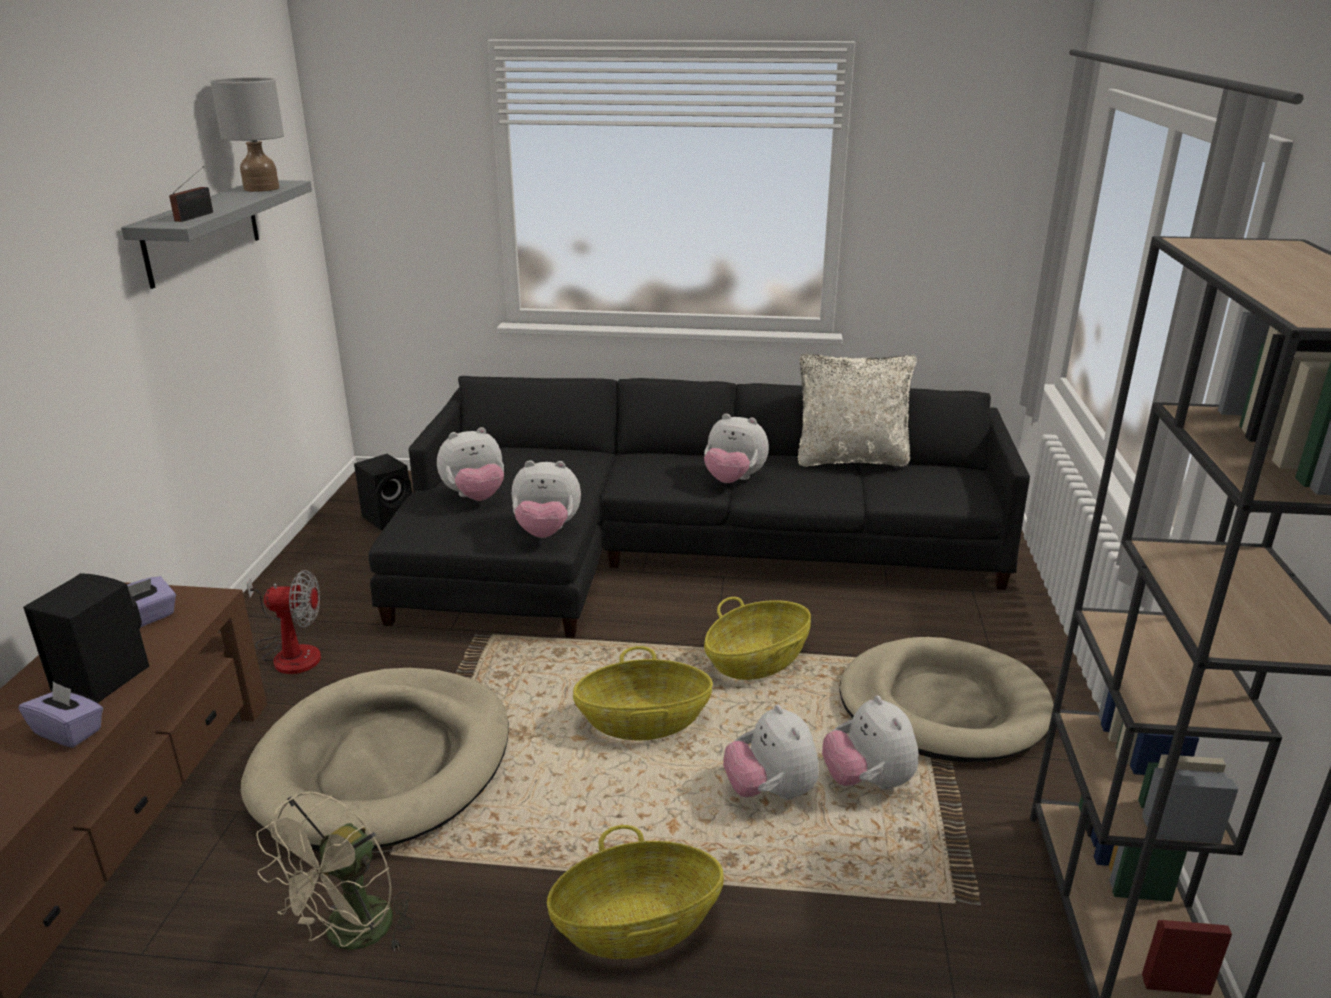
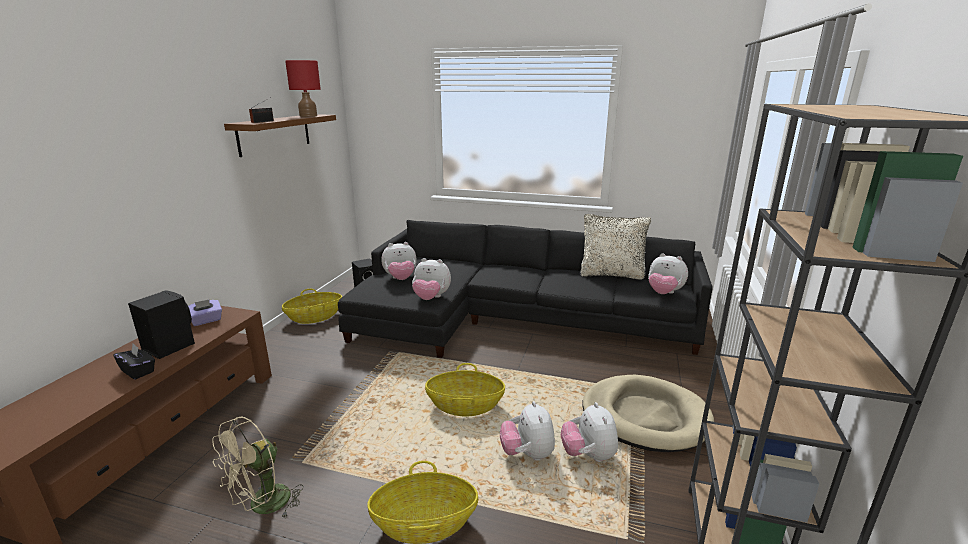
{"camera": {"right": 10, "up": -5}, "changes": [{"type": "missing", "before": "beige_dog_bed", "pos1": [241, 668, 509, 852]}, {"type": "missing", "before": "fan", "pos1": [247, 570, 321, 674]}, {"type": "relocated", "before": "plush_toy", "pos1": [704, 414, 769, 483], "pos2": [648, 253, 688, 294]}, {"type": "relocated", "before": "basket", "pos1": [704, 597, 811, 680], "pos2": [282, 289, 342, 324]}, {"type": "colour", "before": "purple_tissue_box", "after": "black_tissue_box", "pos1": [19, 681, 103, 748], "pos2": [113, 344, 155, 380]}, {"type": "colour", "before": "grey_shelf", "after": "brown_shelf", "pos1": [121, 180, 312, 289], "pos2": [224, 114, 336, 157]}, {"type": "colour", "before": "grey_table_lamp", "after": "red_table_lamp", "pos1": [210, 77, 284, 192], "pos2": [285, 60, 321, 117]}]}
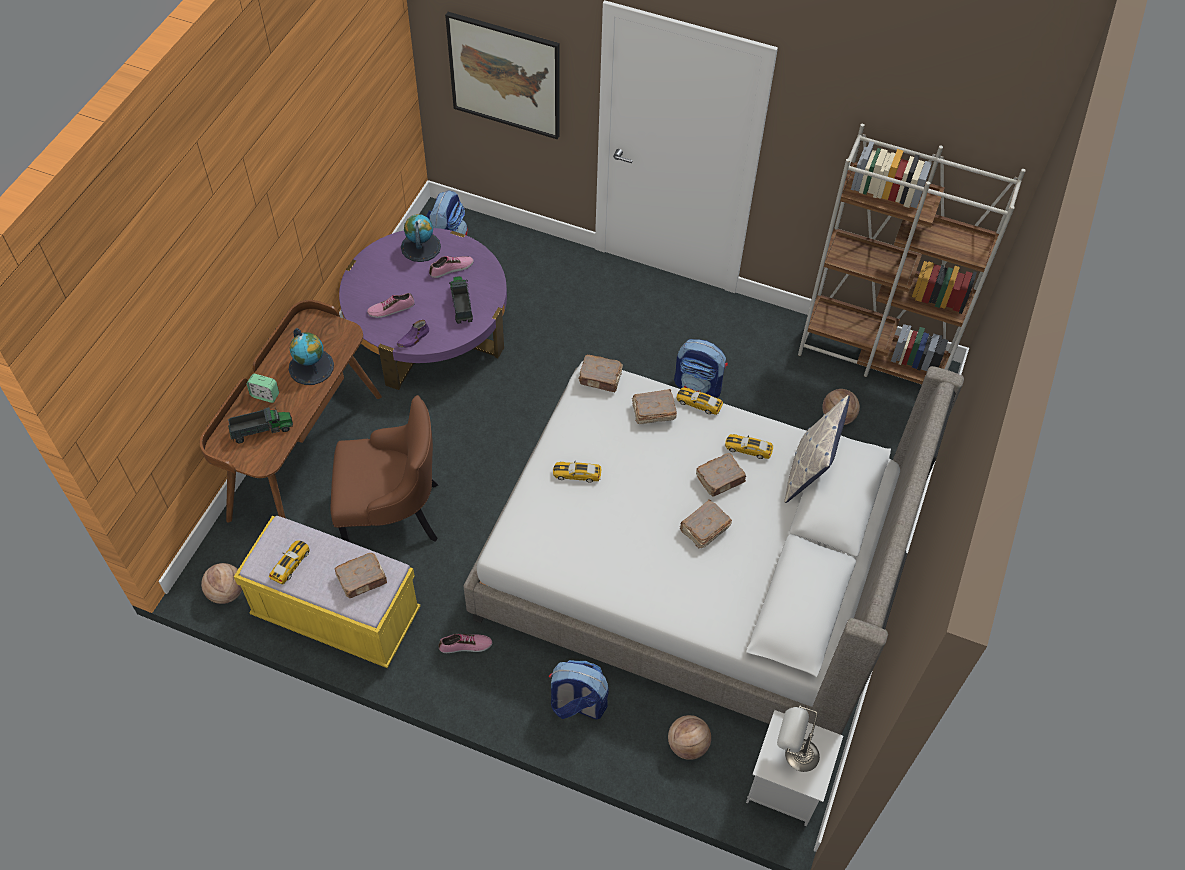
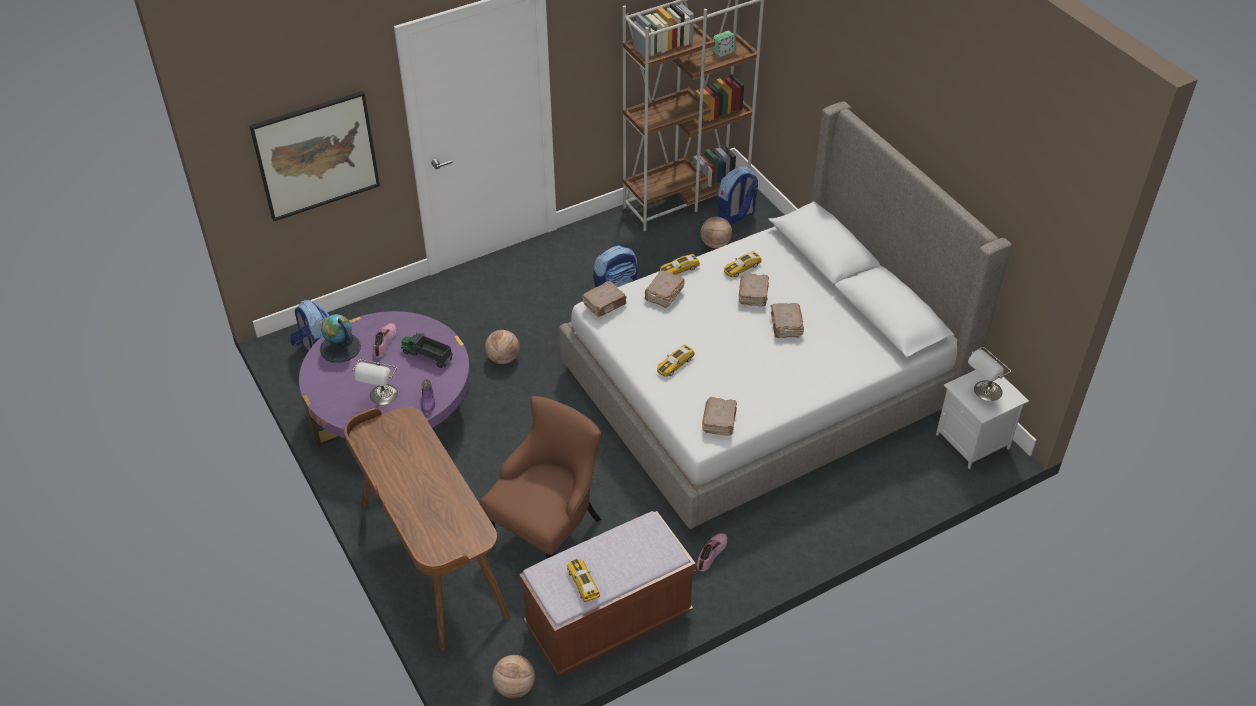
{"camera": {"right": -50, "up": -10}, "changes": [{"type": "missing", "before": "toy_truck", "pos1": [228, 407, 293, 443]}, {"type": "missing", "before": "globe", "pos1": [289, 328, 334, 385]}, {"type": "missing", "before": "pillow", "pos1": [784, 395, 850, 503]}, {"type": "relocated", "before": "alarm_clock", "pos1": [247, 374, 279, 403], "pos2": [712, 31, 736, 57]}, {"type": "relocated", "before": "brown_book", "pos1": [335, 553, 387, 598], "pos2": [702, 397, 737, 436]}, {"type": "relocated", "before": "backpack", "pos1": [549, 660, 609, 719], "pos2": [717, 166, 758, 225]}, {"type": "relocated", "before": "basketball", "pos1": [668, 715, 711, 760], "pos2": [485, 330, 520, 364]}, {"type": "exchanged", "before": "shoe", "after": "white_table_lamp", "pos1": [367, 293, 415, 318], "pos2": [353, 359, 398, 405]}, {"type": "colour", "before": "yellow_bench", "after": "brown_bench", "pos1": [234, 516, 421, 668], "pos2": [519, 511, 696, 676]}]}
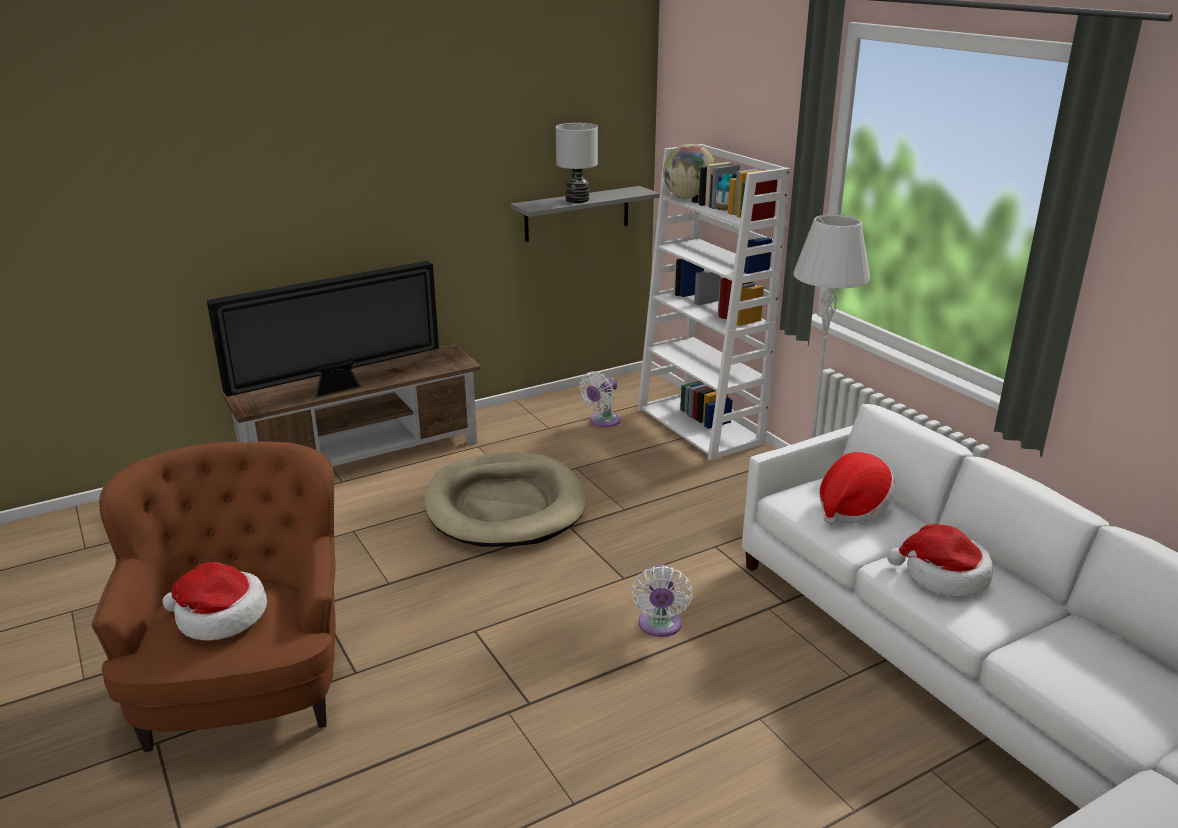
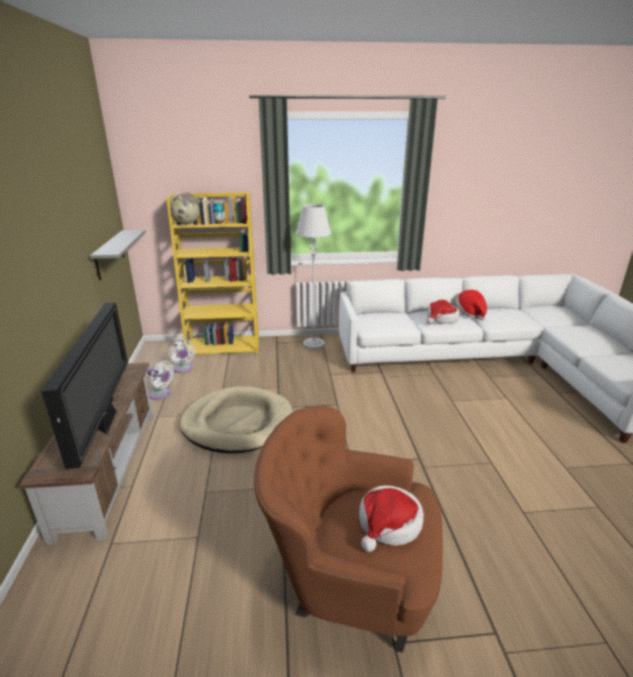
{"camera": {"right": -65, "up": 0}, "changes": [{"type": "missing", "before": "grey_table_lamp", "pos1": [556, 123, 598, 203]}, {"type": "relocated", "before": "white_fan", "pos1": [631, 565, 693, 637], "pos2": [147, 361, 174, 399]}, {"type": "relocated", "before": "hat", "pos1": [819, 452, 895, 524], "pos2": [455, 290, 487, 320]}, {"type": "colour", "before": "white_bookcase", "after": "yellow_bookcase", "pos1": [638, 144, 790, 460], "pos2": [166, 192, 259, 357]}]}
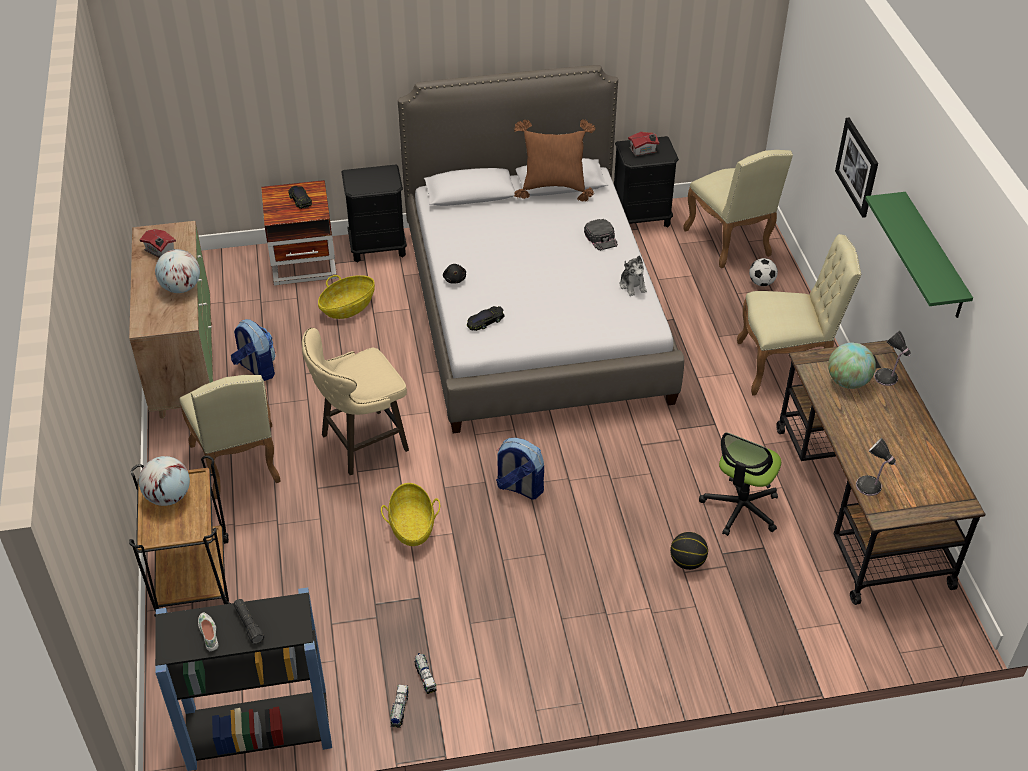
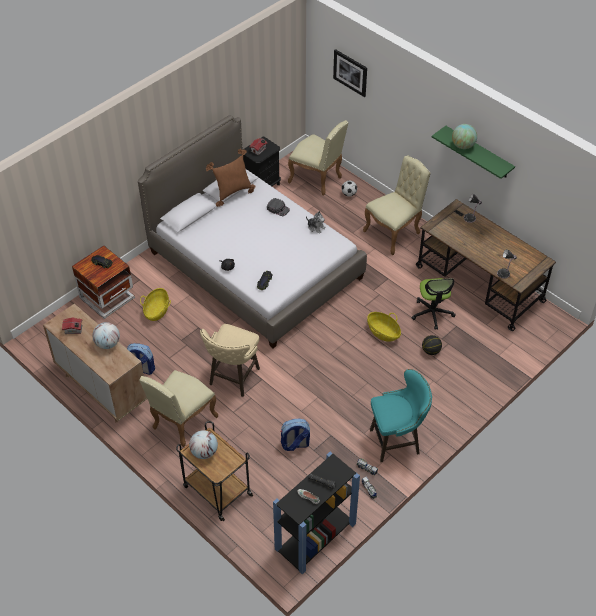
{"camera": {"right": -35, "up": 5}, "changes": [{"type": "missing", "before": "black_nightstand", "pos1": [342, 164, 407, 263]}, {"type": "appeared", "after": "turquoise_stool", "pos2": [370, 369, 432, 462]}, {"type": "relocated", "before": "basket", "pos1": [381, 483, 440, 546], "pos2": [367, 312, 401, 342]}, {"type": "relocated", "before": "backpack", "pos1": [496, 438, 544, 500], "pos2": [280, 419, 310, 451]}, {"type": "relocated", "before": "globe", "pos1": [828, 343, 876, 389], "pos2": [452, 124, 477, 149]}, {"type": "relocated", "before": "picture", "pos1": [835, 117, 878, 218], "pos2": [333, 49, 367, 97]}, {"type": "spun", "before": "beige_chair", "pos1": [179, 375, 280, 499], "pos2": [139, 370, 218, 447], "turn": 90}]}
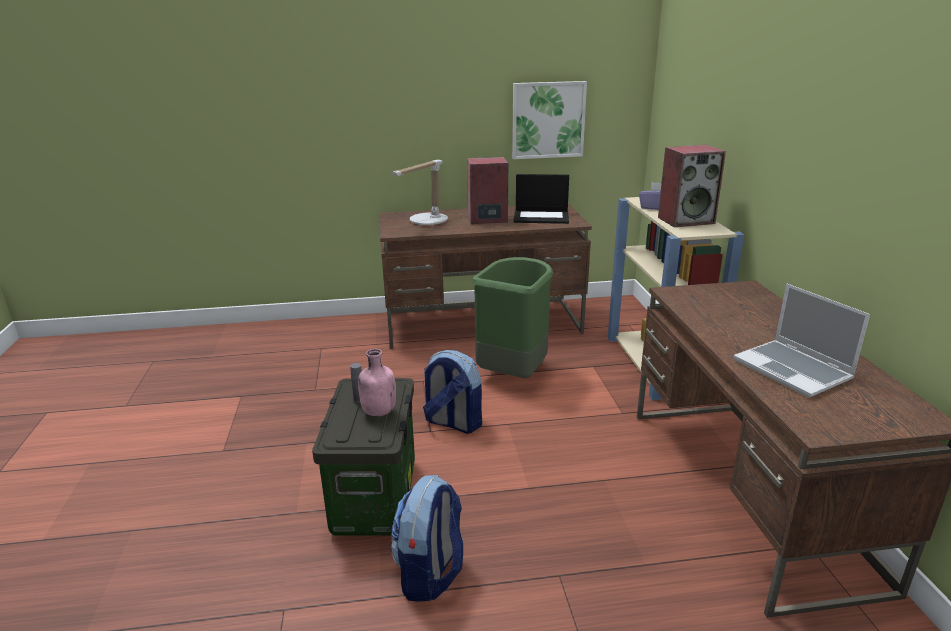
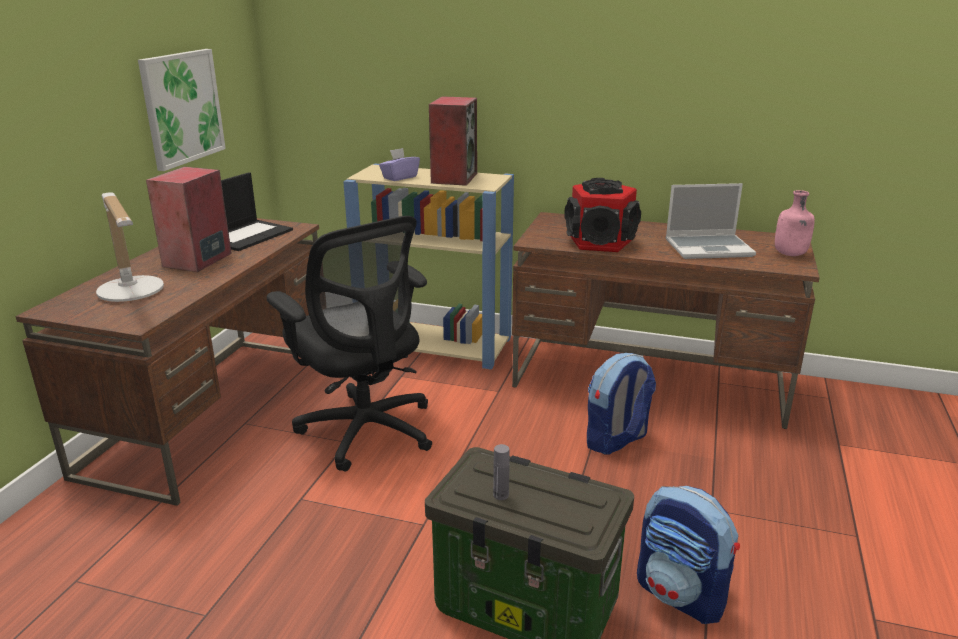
{"camera": {"right": -65, "up": 0}, "changes": [{"type": "appeared", "after": "speaker", "pos2": [564, 178, 641, 252]}, {"type": "relocated", "before": "pink_bottle", "pos1": [358, 349, 396, 416], "pos2": [775, 190, 815, 256]}, {"type": "relocated", "before": "backpack", "pos1": [423, 350, 482, 434], "pos2": [587, 353, 656, 455]}, {"type": "exchanged", "before": "green_trash_can", "after": "black_office_chair", "pos1": [472, 257, 553, 378], "pos2": [267, 216, 432, 472]}]}
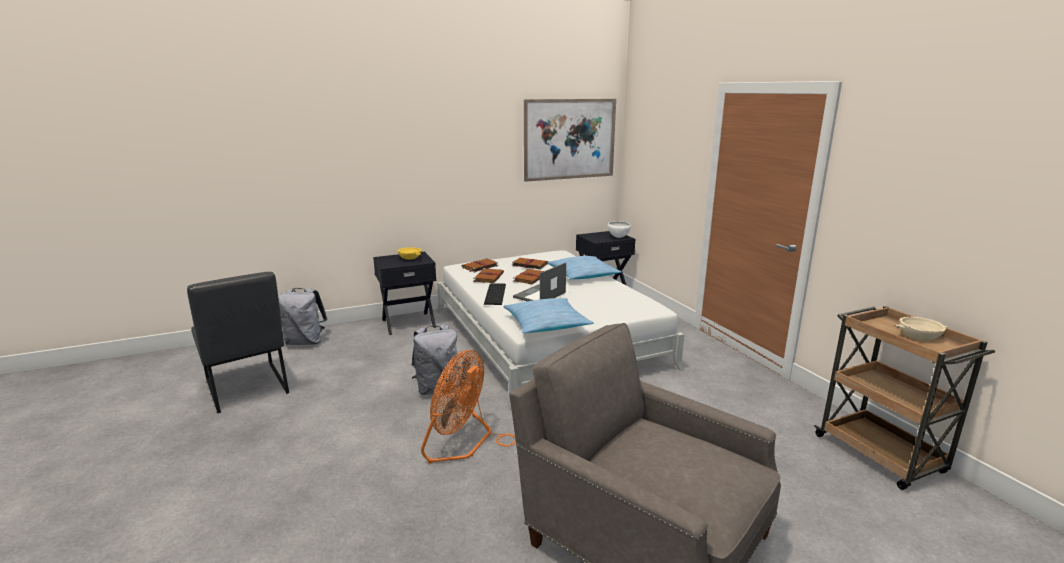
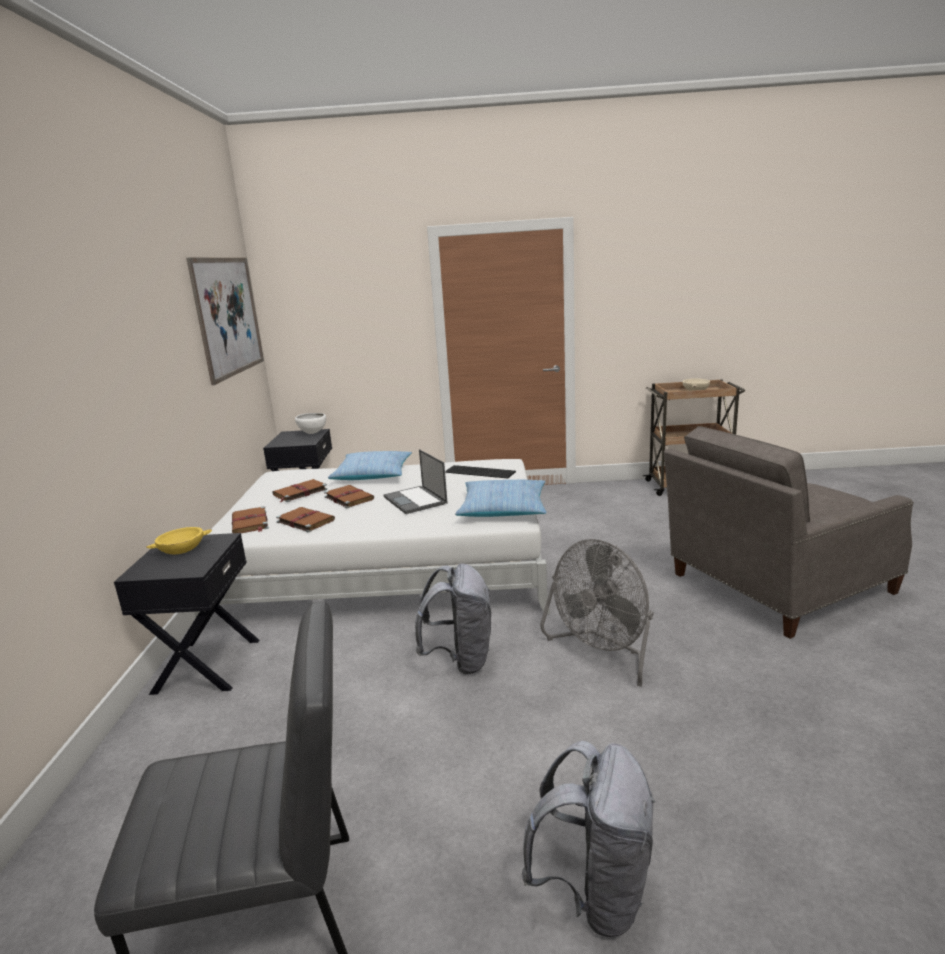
{"camera": {"right": -65, "up": 0}, "changes": [{"type": "relocated", "before": "grey_backpack", "pos1": [278, 288, 327, 345], "pos2": [521, 741, 656, 937]}, {"type": "relocated", "before": "keyboard", "pos1": [484, 283, 506, 305], "pos2": [445, 465, 516, 478]}, {"type": "colour", "before": "orange_fan", "after": "grey_fan", "pos1": [421, 350, 516, 464], "pos2": [540, 539, 654, 687]}]}
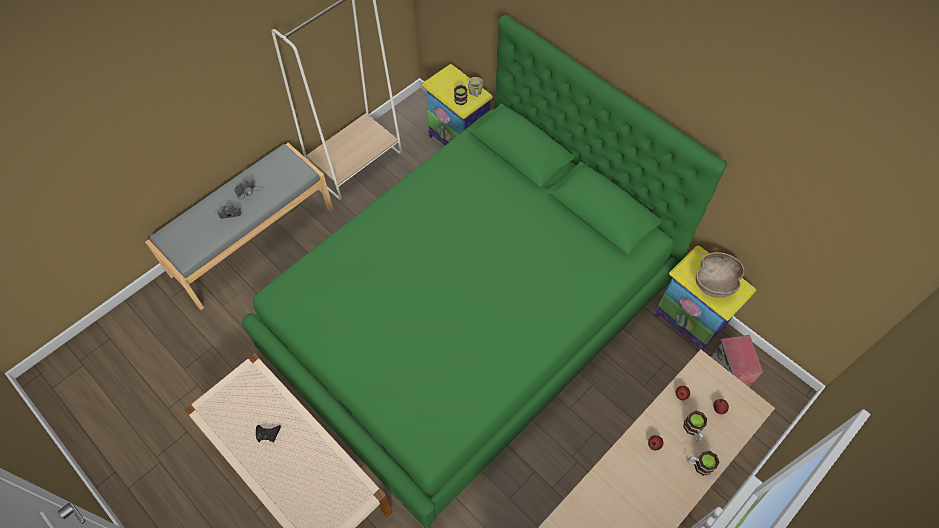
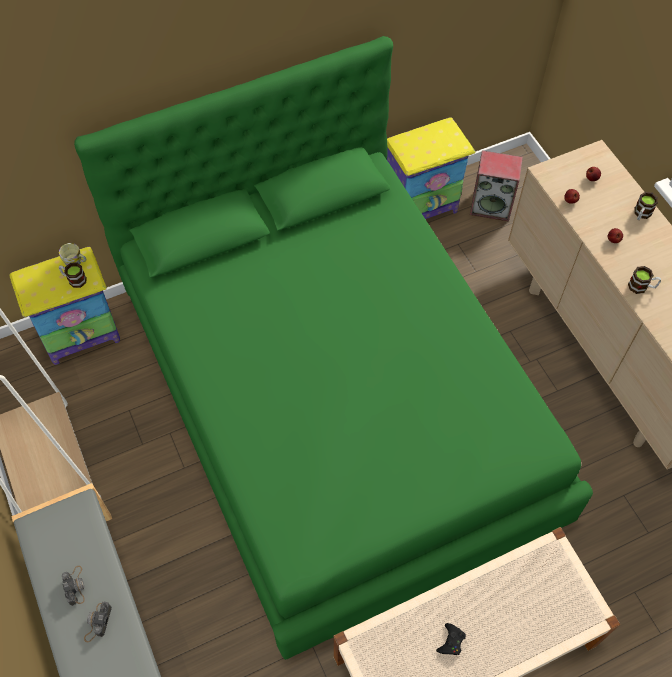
{"camera": {"right": -70, "up": 0}, "changes": [{"type": "missing", "before": "brown_bowl", "pos1": [696, 252, 744, 298]}, {"type": "relocated", "before": "mug", "pos1": [683, 411, 707, 441], "pos2": [628, 266, 661, 294]}]}
